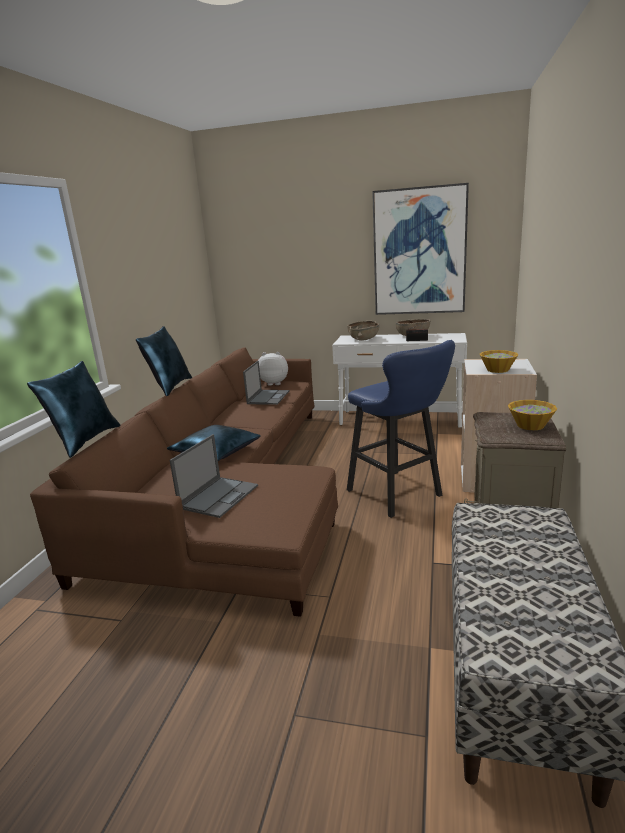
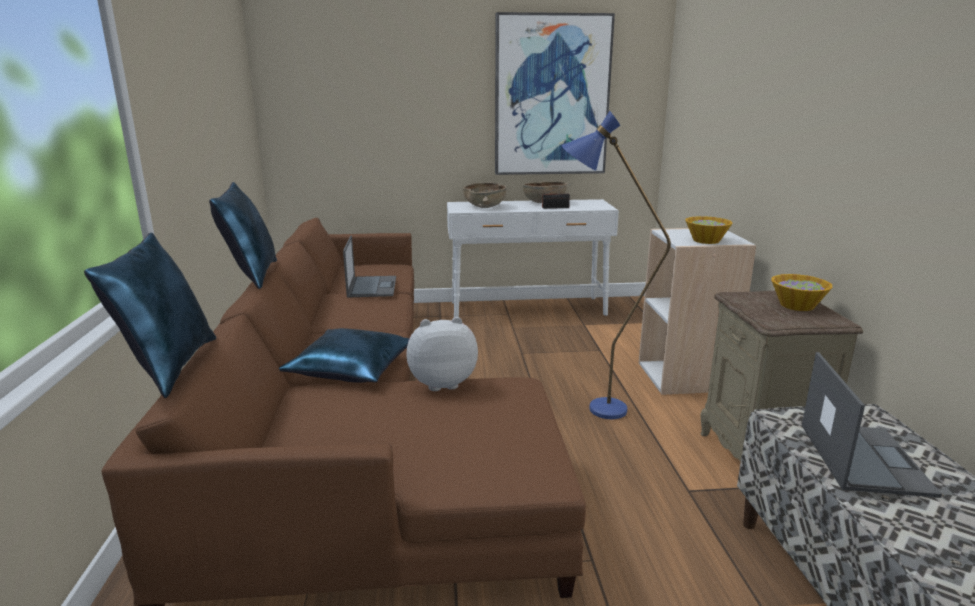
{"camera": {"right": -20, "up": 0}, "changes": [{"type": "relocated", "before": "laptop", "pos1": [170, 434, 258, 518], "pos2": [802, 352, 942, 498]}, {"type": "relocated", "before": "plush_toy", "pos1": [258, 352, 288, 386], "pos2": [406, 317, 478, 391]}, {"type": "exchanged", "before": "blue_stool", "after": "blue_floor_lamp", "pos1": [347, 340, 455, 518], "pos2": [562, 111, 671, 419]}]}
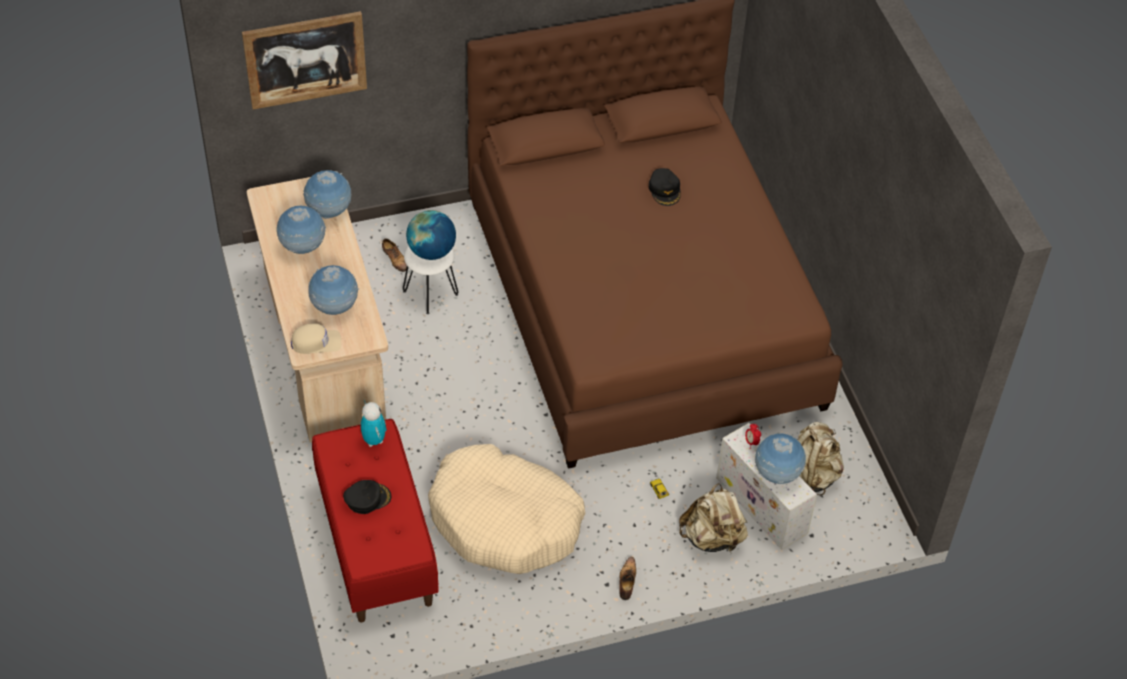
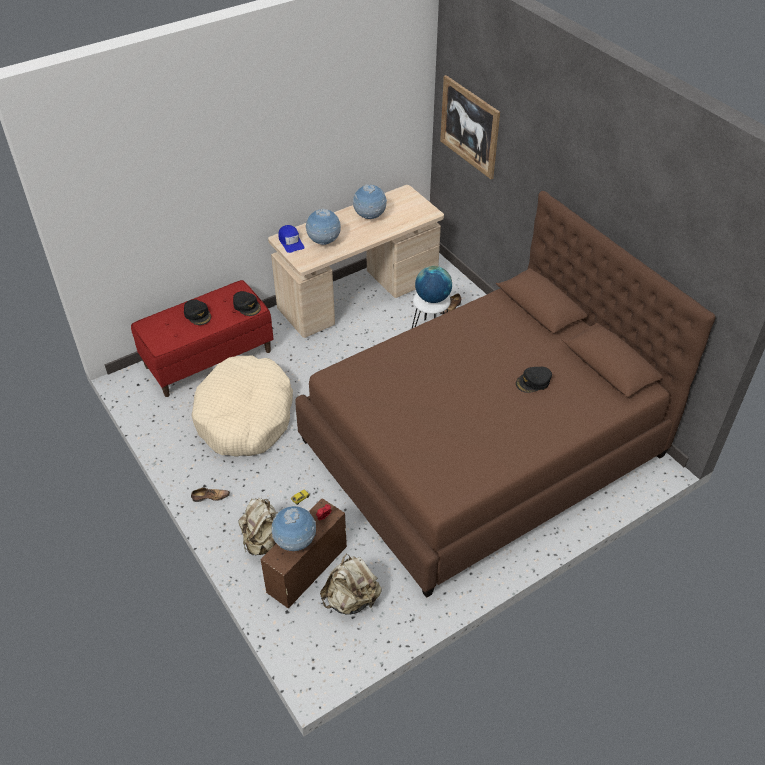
{"camera": {"right": 75, "up": -5}, "changes": [{"type": "missing", "before": "globe", "pos1": [303, 170, 351, 219]}, {"type": "exchanged", "before": "toy_robot", "after": "black_cap", "pos1": [361, 400, 387, 447], "pos2": [233, 291, 261, 316]}, {"type": "colour", "before": "beige_cap", "after": "blue_cap", "pos1": [291, 323, 341, 354], "pos2": [279, 225, 305, 253]}, {"type": "colour", "before": "white_storage_box", "after": "brown_storage_box", "pos1": [716, 423, 817, 550], "pos2": [261, 498, 347, 609]}]}
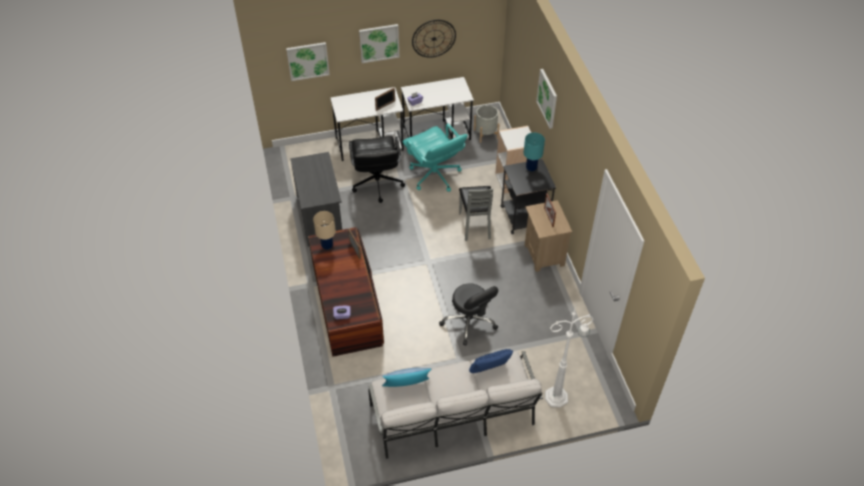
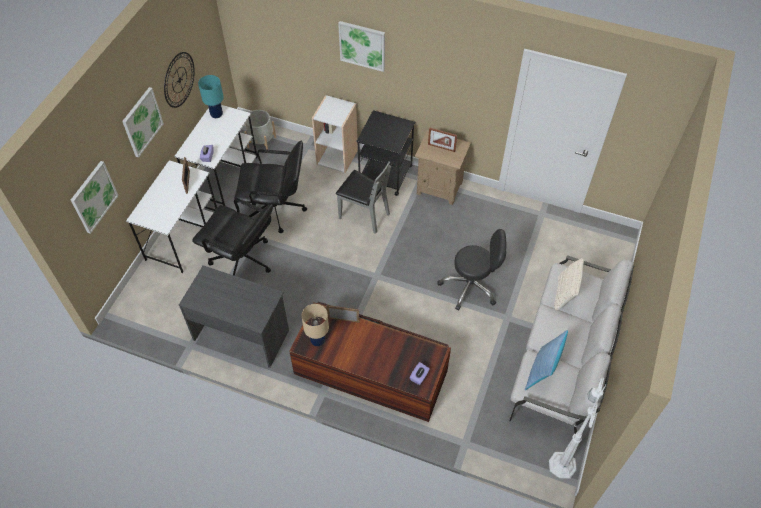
{"camera": {"right": -55, "up": 5}, "changes": [{"type": "relocated", "before": "turquoise_table_lamp", "pos1": [524, 133, 545, 171], "pos2": [198, 75, 224, 118]}, {"type": "relocated", "before": "white_floor_lamp", "pos1": [545, 305, 593, 408], "pos2": [549, 377, 607, 479]}, {"type": "colour", "before": "turquoise_office_chair", "after": "black_office_chair", "pos1": [403, 124, 468, 192], "pos2": [234, 141, 307, 233]}, {"type": "colour", "before": "blue_pillow", "after": "beige_pillow", "pos1": [469, 349, 513, 373], "pos2": [554, 258, 584, 310]}]}
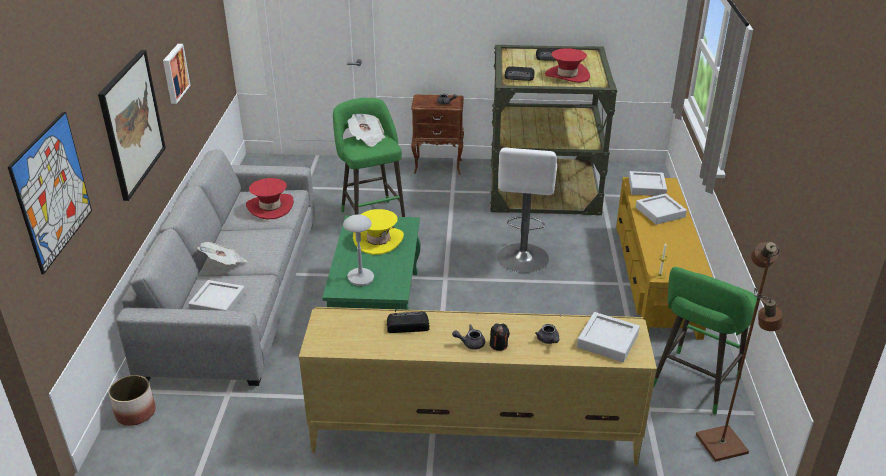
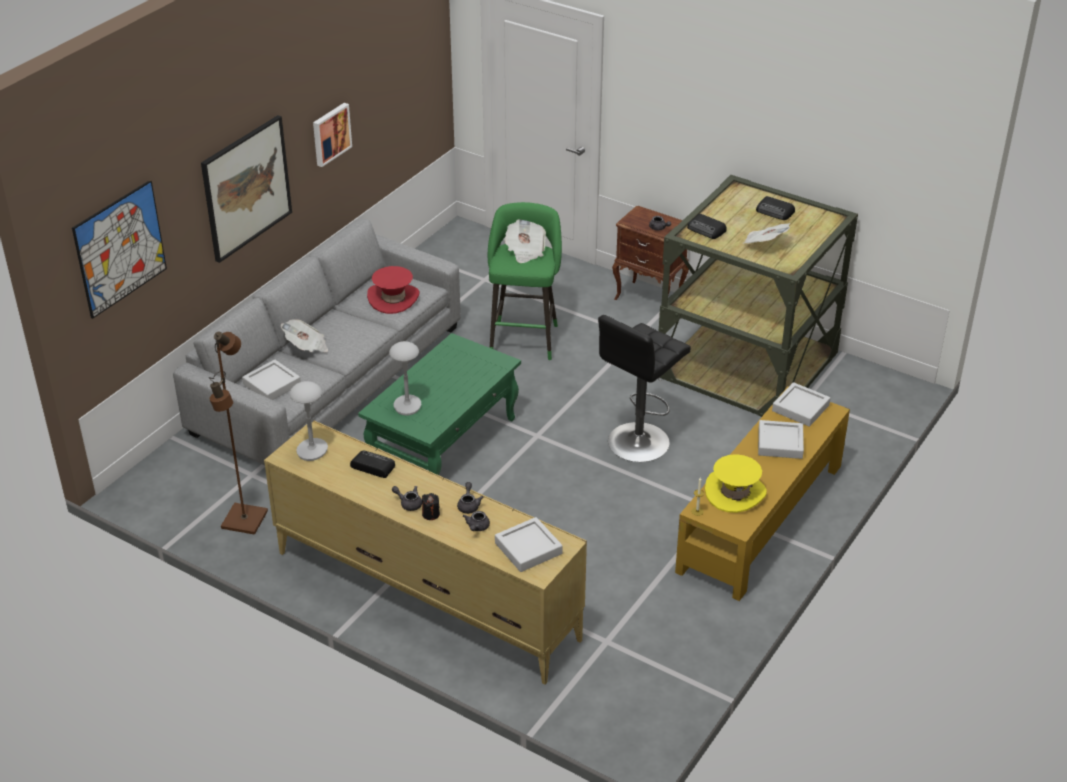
{"camera": {"right": 30, "up": 5}, "changes": [{"type": "missing", "before": "planter", "pos1": [109, 375, 156, 426]}, {"type": "missing", "before": "green_stool", "pos1": [653, 267, 757, 415]}, {"type": "appeared", "after": "grey_table_lamp", "pos2": [289, 381, 328, 461]}, {"type": "appeared", "after": "grey_teapot", "pos2": [457, 482, 483, 514]}, {"type": "relocated", "before": "yellow_hat", "pos1": [353, 209, 404, 255], "pos2": [705, 454, 767, 513]}, {"type": "relocated", "before": "brown_floor_lamp", "pos1": [696, 242, 783, 462], "pos2": [209, 332, 268, 535]}, {"type": "exchanged", "before": "red_hat", "after": "newspaper", "pos1": [545, 48, 590, 83], "pos2": [743, 223, 790, 244]}, {"type": "colour", "before": "white_stool", "after": "black_stool", "pos1": [497, 148, 557, 273], "pos2": [598, 315, 691, 462]}]}
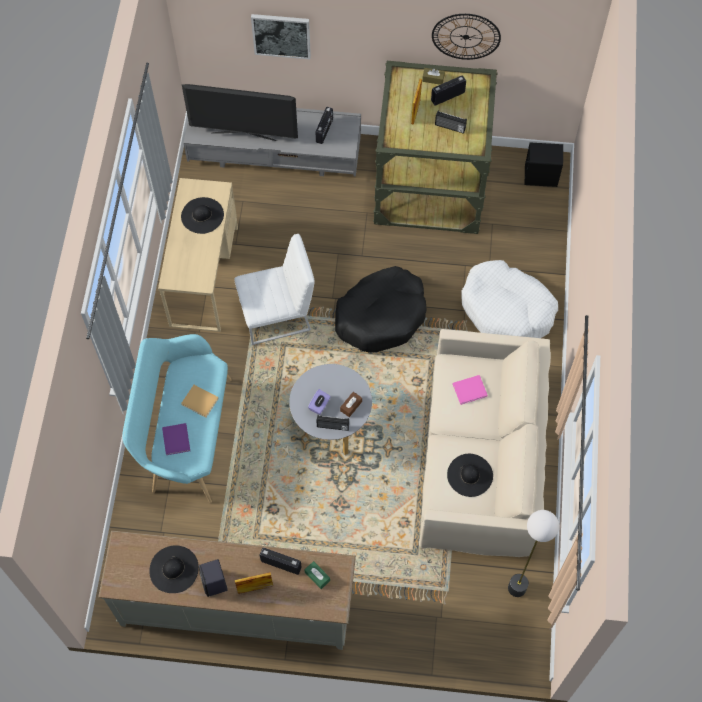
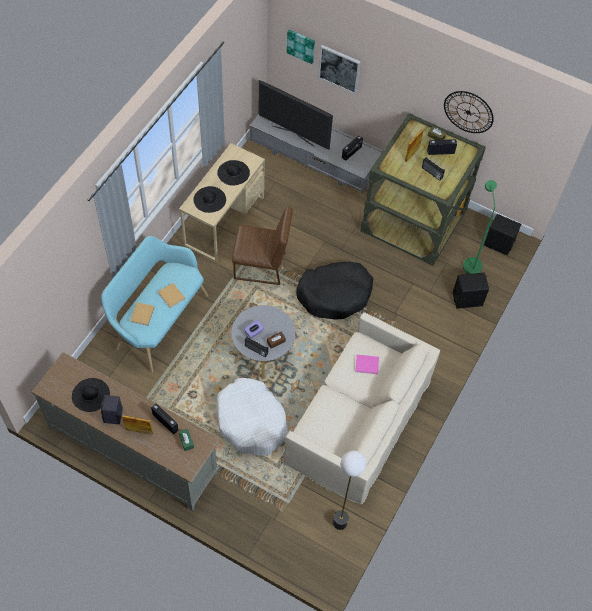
{"camera": {"right": 20, "up": -5}, "changes": [{"type": "appeared", "after": "picture", "pos2": [287, 30, 315, 64]}, {"type": "appeared", "after": "black_speaker", "pos2": [453, 273, 489, 309]}, {"type": "appeared", "after": "green_floor_lamp", "pos2": [463, 180, 497, 274]}, {"type": "relocated", "before": "black_hat", "pos1": [447, 454, 493, 497], "pos2": [193, 186, 226, 213]}, {"type": "relocated", "before": "white_dog_bed", "pos1": [461, 260, 558, 338], "pos2": [217, 378, 289, 456]}, {"type": "colour", "before": "purple_book", "after": "beige_book", "pos1": [162, 423, 190, 455], "pos2": [130, 302, 155, 326]}, {"type": "colour", "before": "white_chair", "after": "brown_chair", "pos1": [235, 234, 315, 345], "pos2": [232, 207, 293, 285]}]}
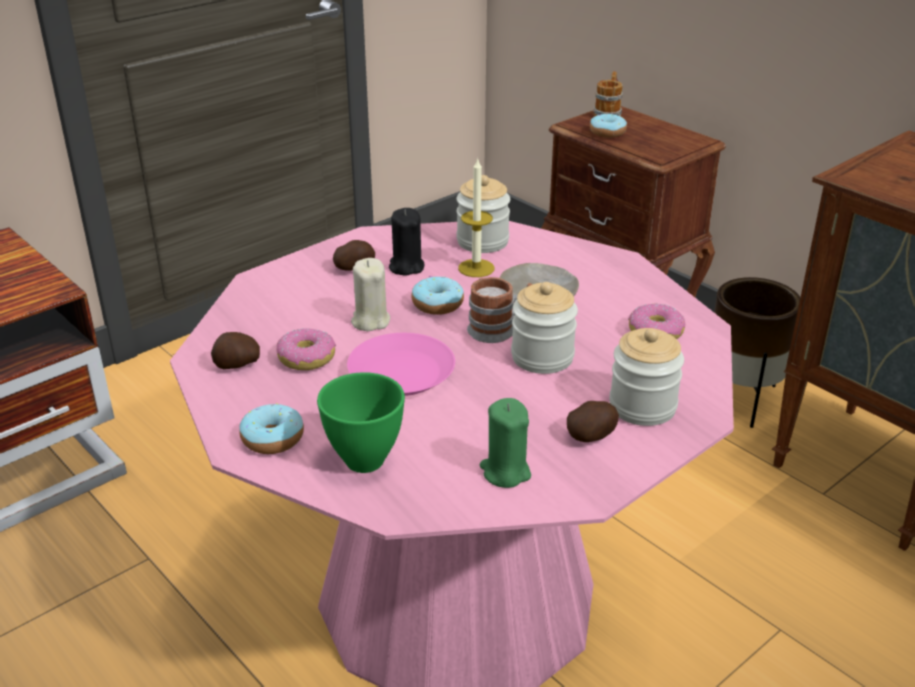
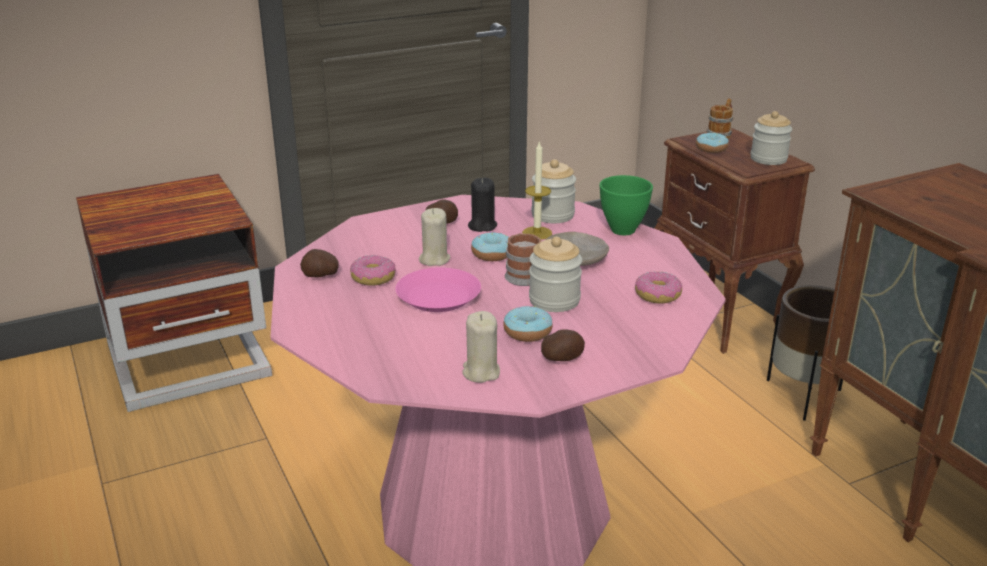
{"camera": {"right": 15, "up": -5}, "changes": [{"type": "relocated", "before": "donut", "pos1": [239, 403, 304, 454], "pos2": [503, 306, 553, 342]}, {"type": "relocated", "before": "green_bowl", "pos1": [317, 372, 405, 473], "pos2": [599, 175, 653, 235]}, {"type": "relocated", "before": "jar", "pos1": [609, 328, 684, 426], "pos2": [751, 111, 792, 165]}, {"type": "colour", "before": "green_candle", "after": "beige_candle", "pos1": [480, 398, 531, 488], "pos2": [462, 311, 500, 383]}]}
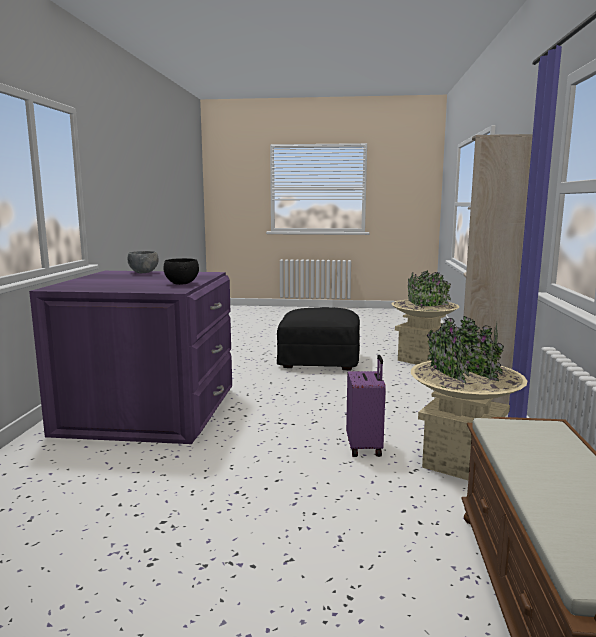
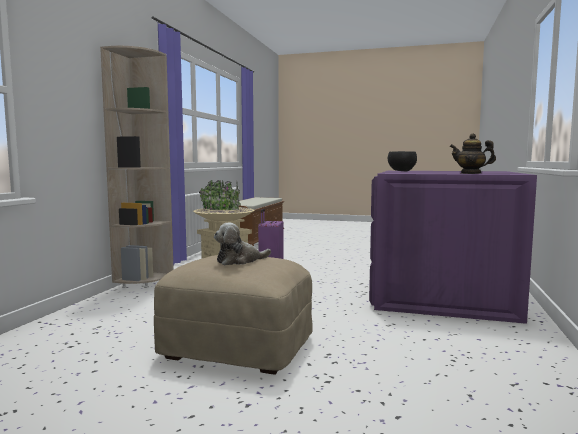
{"camera": {"right": -170, "up": -5}, "changes": [{"type": "missing", "before": "beige_planter", "pos1": [392, 270, 459, 365]}, {"type": "appeared", "after": "plush_toy", "pos2": [214, 222, 271, 265]}, {"type": "exchanged", "before": "grey_bowl", "after": "teapot", "pos1": [127, 251, 159, 273], "pos2": [450, 133, 496, 174]}, {"type": "colour", "before": "black_ottoman", "after": "beige_ottoman", "pos1": [277, 307, 360, 370], "pos2": [154, 255, 313, 375]}]}
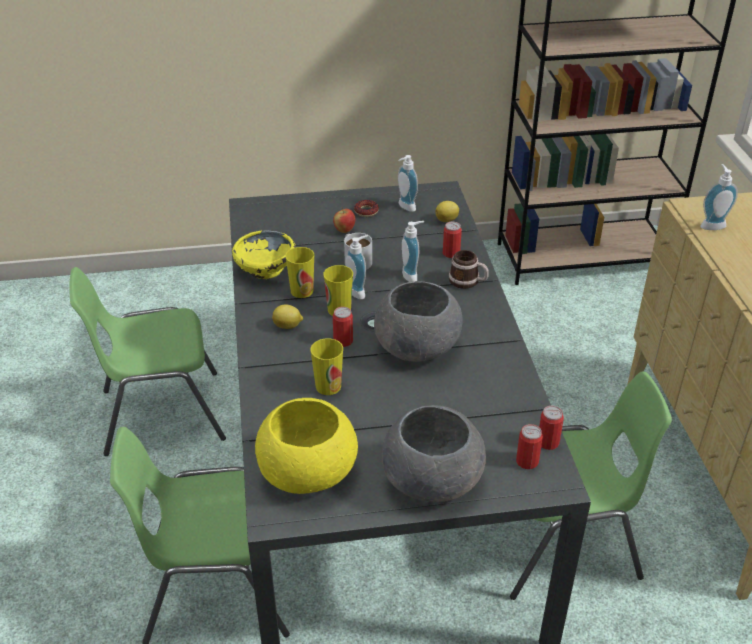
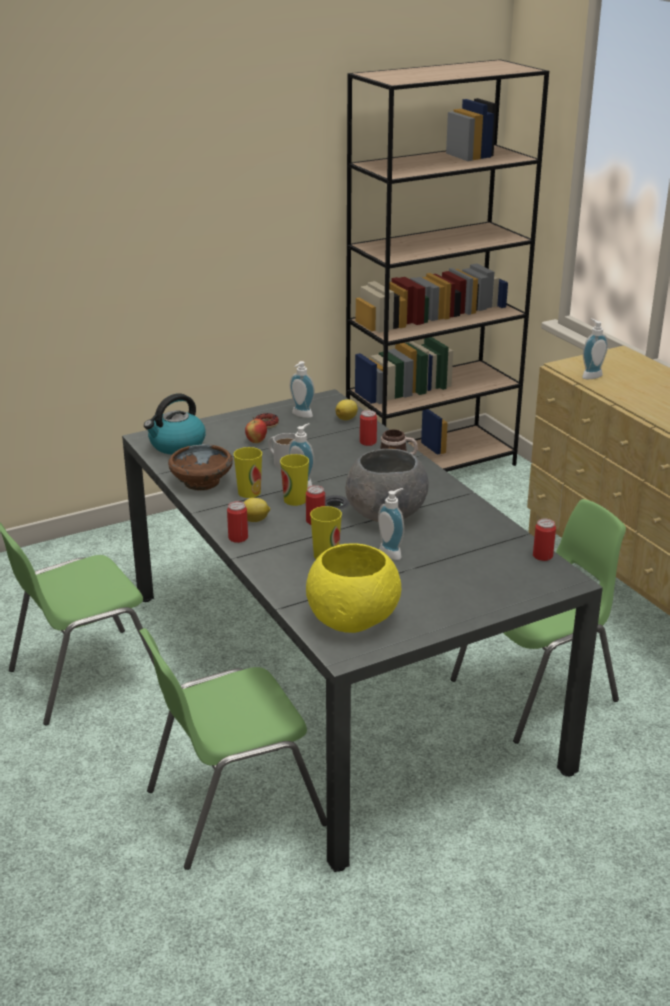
{"camera": {"right": -20, "up": -10}, "changes": [{"type": "missing", "before": "grey_bowl", "pos1": [382, 405, 486, 502]}, {"type": "appeared", "after": "kettle", "pos2": [144, 393, 206, 454]}, {"type": "relocated", "before": "soap_dispenser", "pos1": [402, 221, 424, 282], "pos2": [378, 488, 404, 560]}, {"type": "relocated", "before": "can", "pos1": [516, 424, 543, 469], "pos2": [227, 501, 248, 543]}, {"type": "colour", "before": "yellow_bowl", "after": "brown_bowl", "pos1": [232, 230, 296, 280], "pos2": [168, 444, 233, 491]}]}
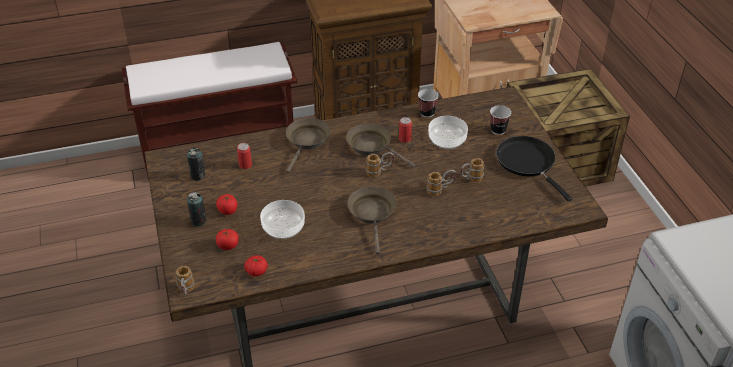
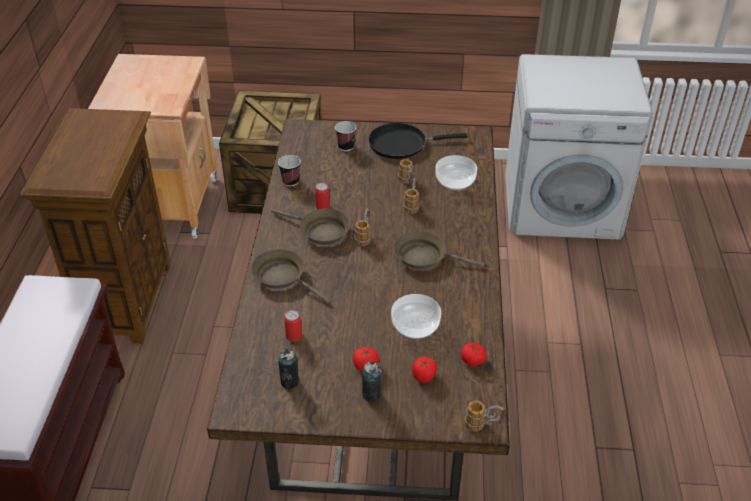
{"camera": {"right": -70, "up": 0}, "changes": [{"type": "relocated", "before": "bowl", "pos1": [428, 116, 468, 149], "pos2": [435, 155, 477, 190]}, {"type": "spun", "before": "brown_frying_pan", "pos1": [346, 123, 415, 167], "pos2": [271, 209, 350, 245], "turn": -120}]}
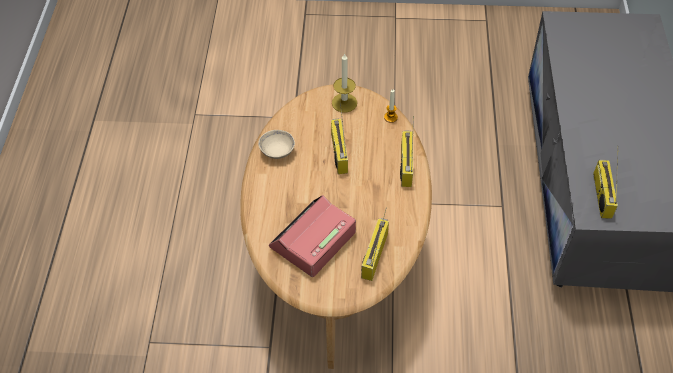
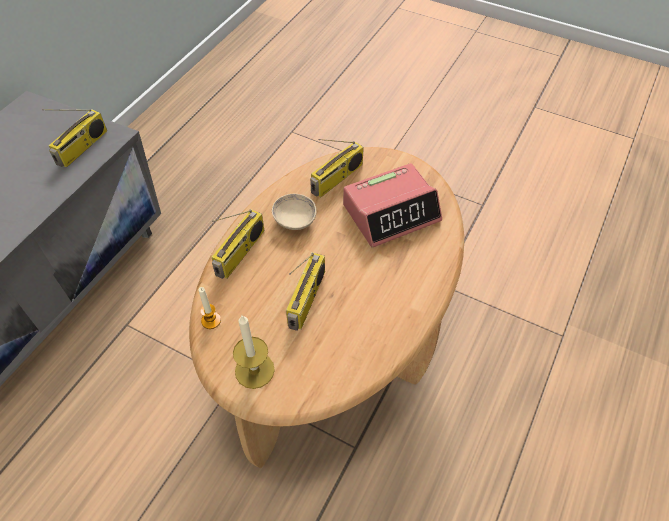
{"camera": {"right": -155, "up": 0}, "changes": [{"type": "relocated", "before": "beige_bowl", "pos1": [258, 130, 295, 159], "pos2": [272, 194, 316, 230]}]}
